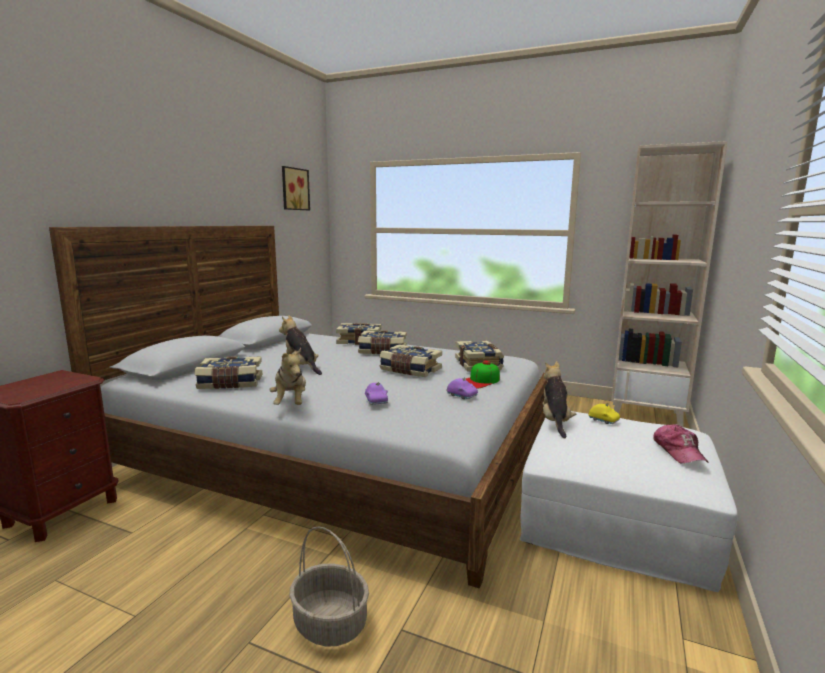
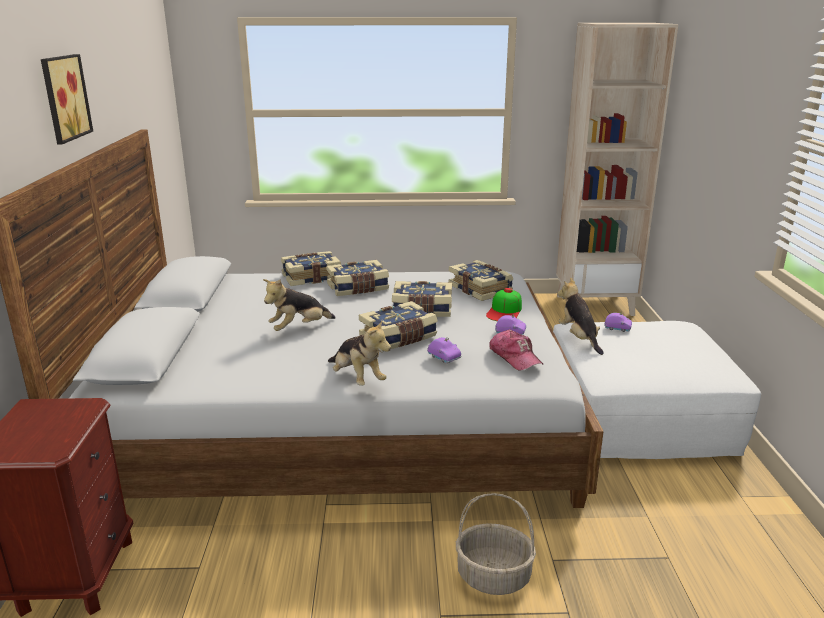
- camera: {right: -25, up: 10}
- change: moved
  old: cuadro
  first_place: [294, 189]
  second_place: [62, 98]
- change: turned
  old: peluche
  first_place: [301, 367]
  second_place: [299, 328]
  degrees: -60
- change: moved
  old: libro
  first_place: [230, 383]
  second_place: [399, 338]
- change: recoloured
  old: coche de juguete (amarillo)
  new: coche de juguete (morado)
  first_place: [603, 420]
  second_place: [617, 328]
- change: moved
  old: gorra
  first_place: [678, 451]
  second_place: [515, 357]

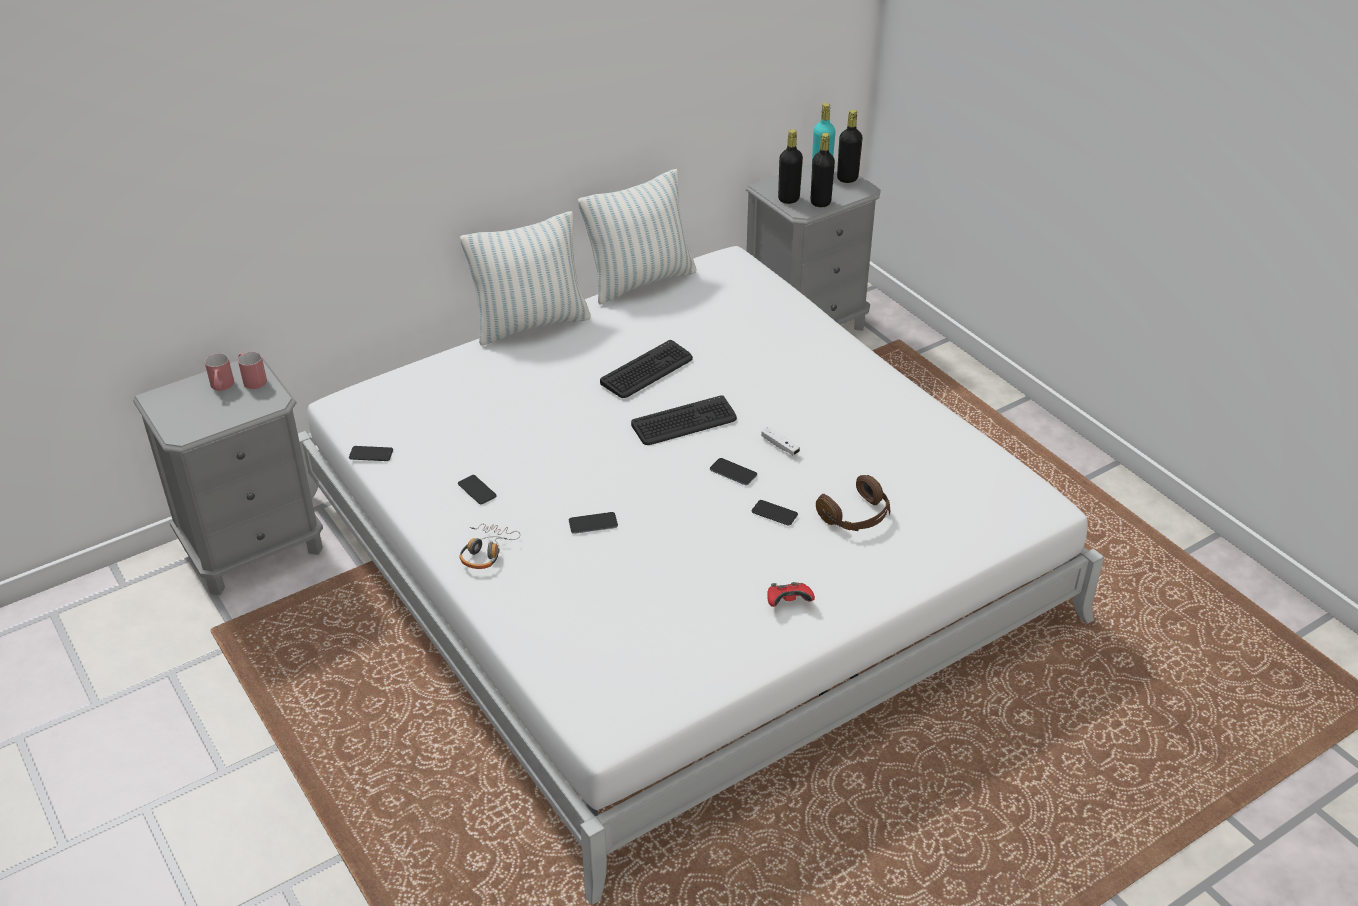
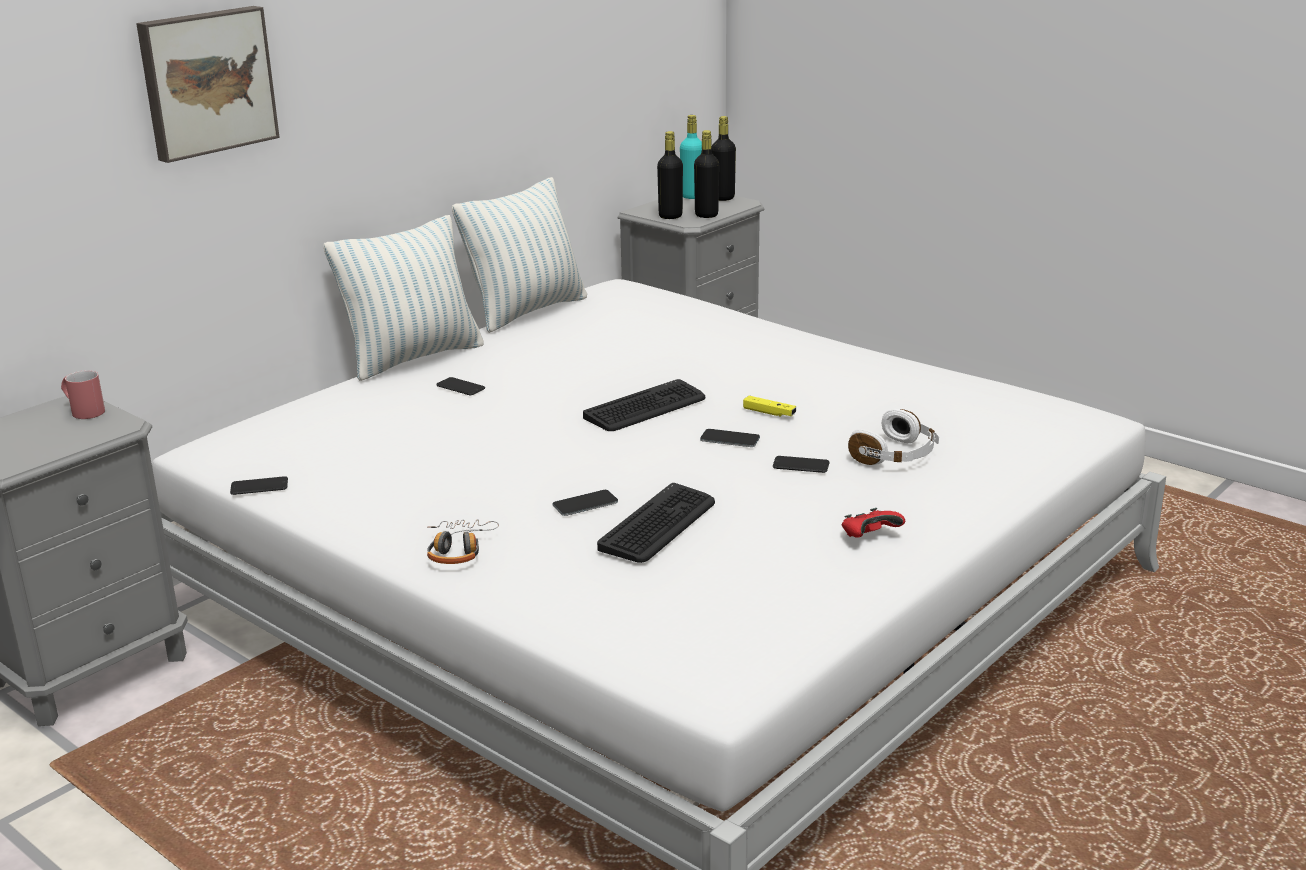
- camera: {right: -15, up: -15}
- change: moved
  old: teclado
  first_place: [647, 371]
  second_place: [658, 525]
- change: removed
  old: taza grande (rojo)
  first_place: [222, 387]
- change: recoloured
  old: mando de consola (blanco)
  new: mando de consola (amarillo)
  first_place: [780, 446]
  second_place: [769, 413]
- change: moved
  old: móvil
  first_place: [477, 490]
  second_place: [460, 387]
- change: recoloured
  old: auriculares (marrón)
  new: auriculares (blanco)
  first_place: [856, 516]
  second_place: [896, 456]
- change: added
  new: cuadro
  second_place: [206, 82]

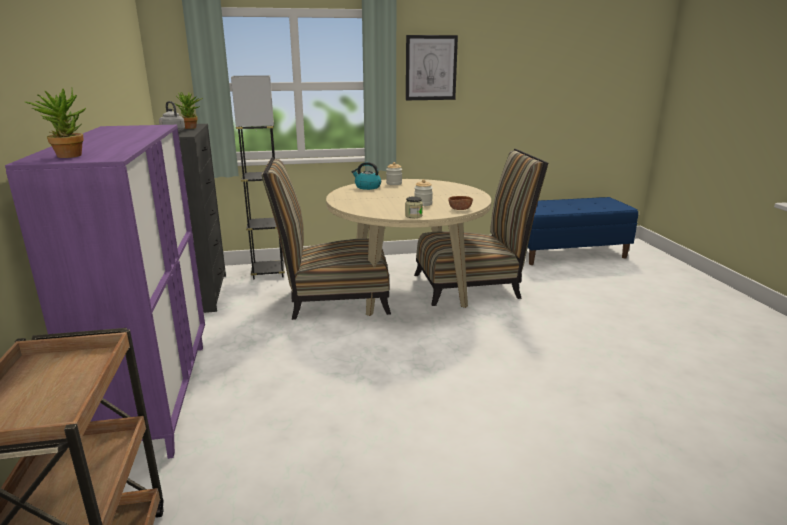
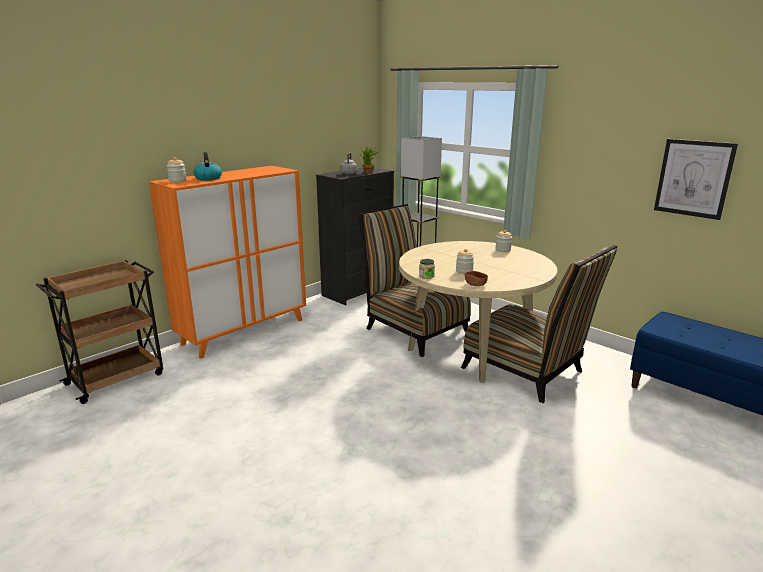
- camera: {right: 55, up: 0}
- change: moved
  old: cuadro
  first_place: [431, 68]
  second_place: [693, 178]
- change: replaced
  old: planta en maceta
  new: tarro
  first_place: [67, 155]
  second_place: [177, 181]
- change: recoloured
  old: armario (morado)
  new: armario (naranja)
  first_place: [157, 397]
  second_place: [244, 331]
- change: moved
  old: hervidor
  first_place: [367, 187]
  second_place: [208, 178]

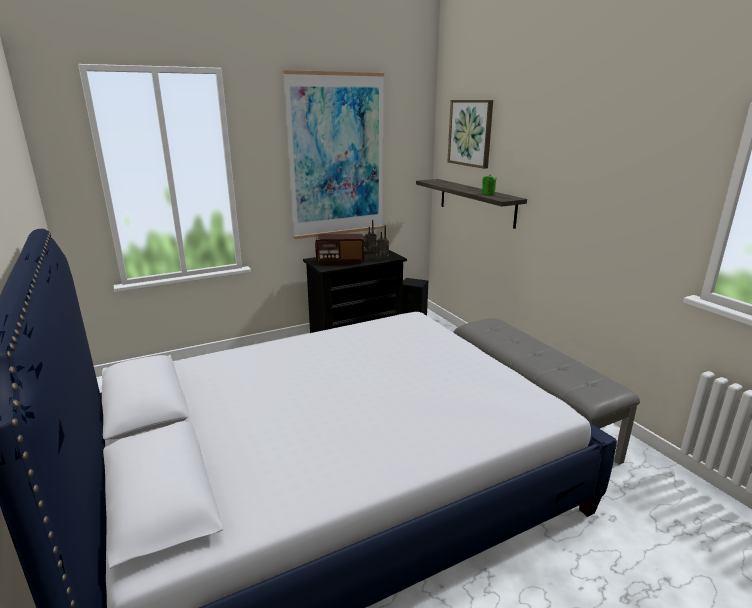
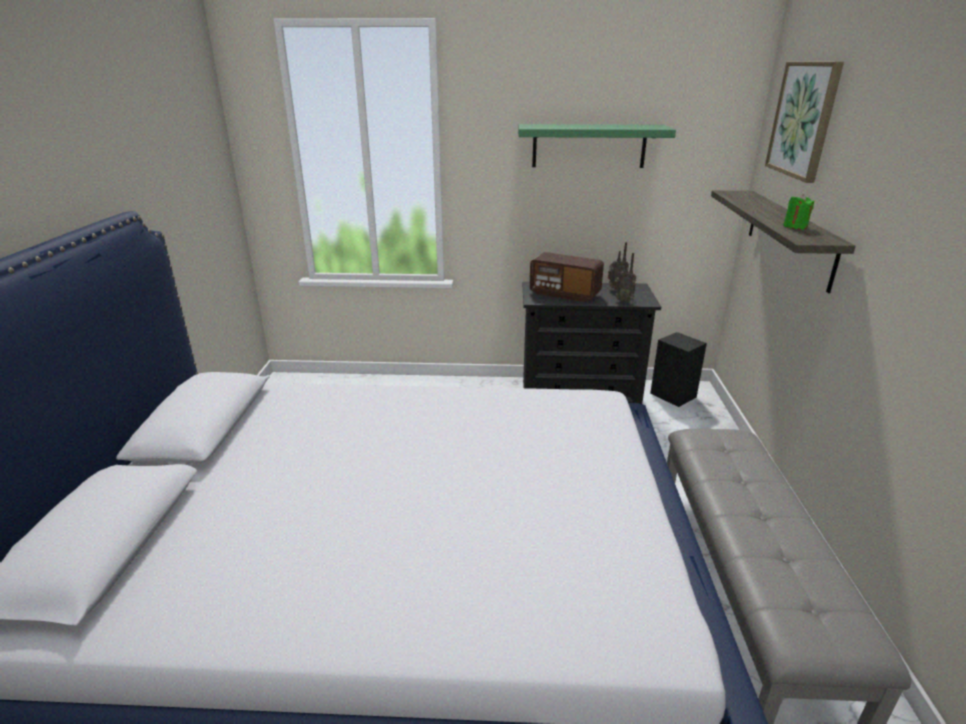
- camera: {right: 30, up: 5}
- change: replaced
  old: cuadro
  new: estante (verde)
  first_place: [337, 157]
  second_place: [589, 146]

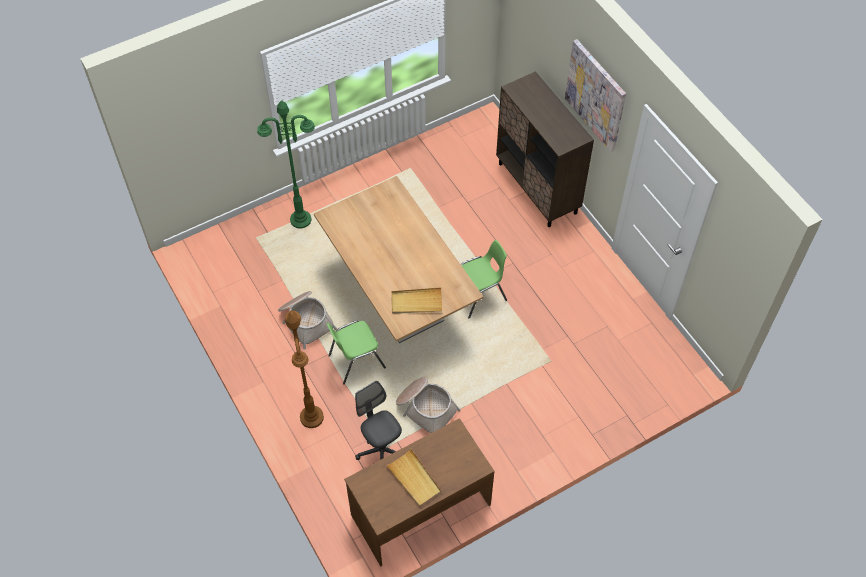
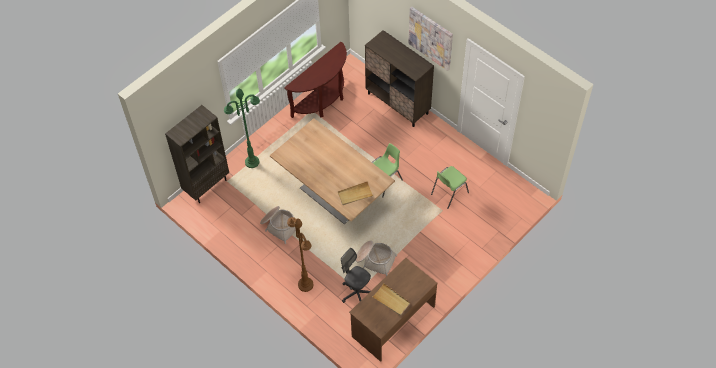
- camera: {right: -15, up: 0}
- change: moved
  old: silla (verde)
  first_place: [356, 361]
  second_place: [449, 193]
- change: added
  new: mesa consola (marrón)
  second_place: [323, 101]
- change: added
  new: estantería (marrón)
  second_place: [207, 186]

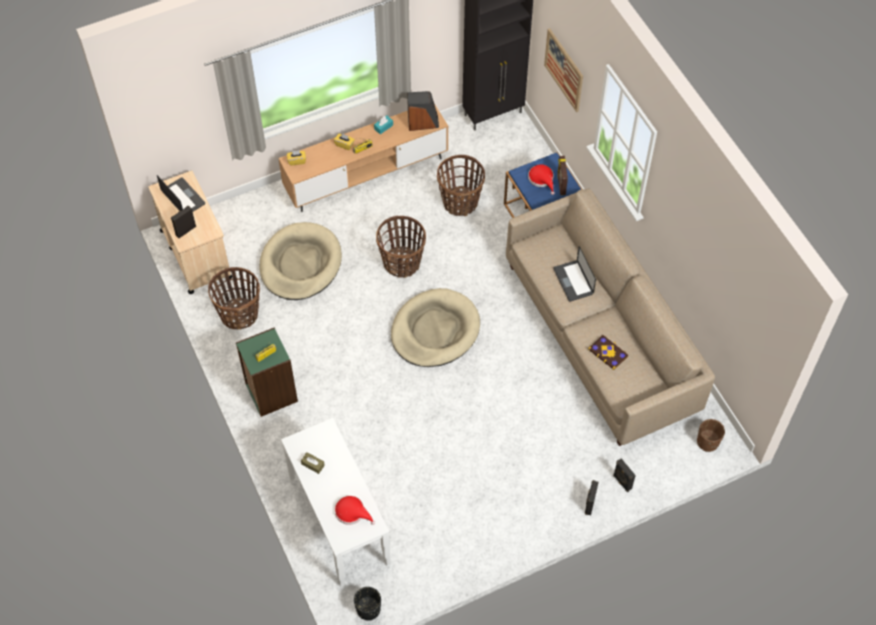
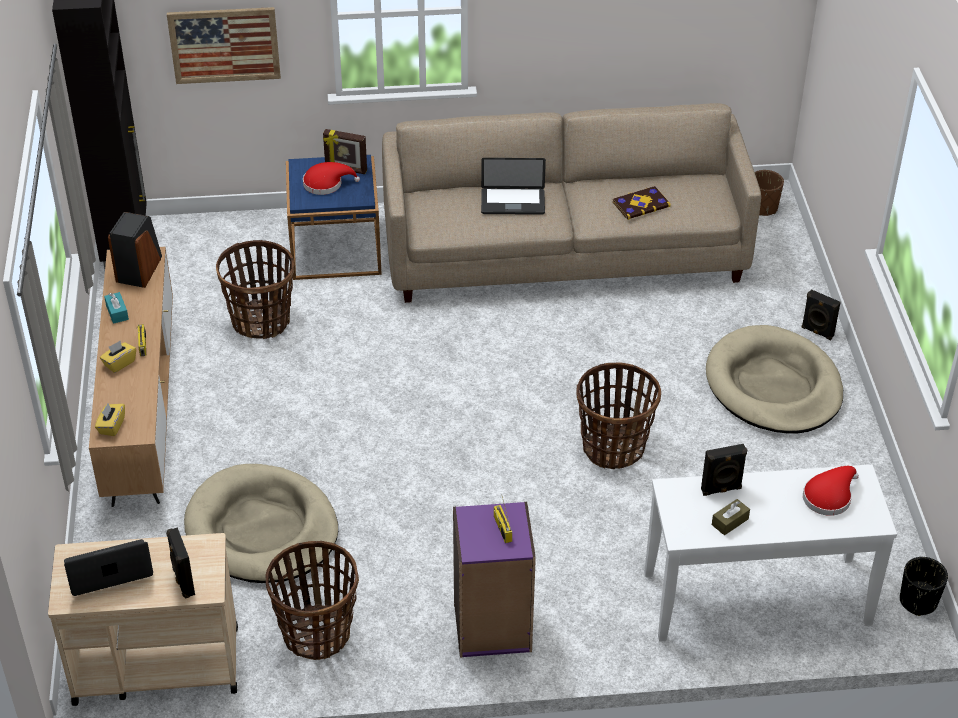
- camera: {right: -70, up: -15}
- change: moved
  old: cesta
  first_place: [402, 263]
  second_place: [613, 448]
- change: moved
  old: cama para perro (beis)
  first_place: [435, 330]
  second_place: [773, 386]
- change: recoloured
  old: estantería (verde)
  new: estantería (morado)
  first_place: [271, 393]
  second_place: [492, 627]
- change: moved
  old: altavoz (negro)
  first_place: [621, 482]
  second_place: [721, 490]

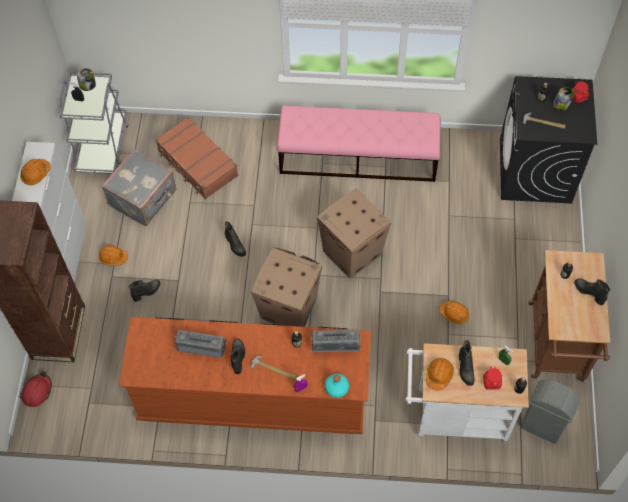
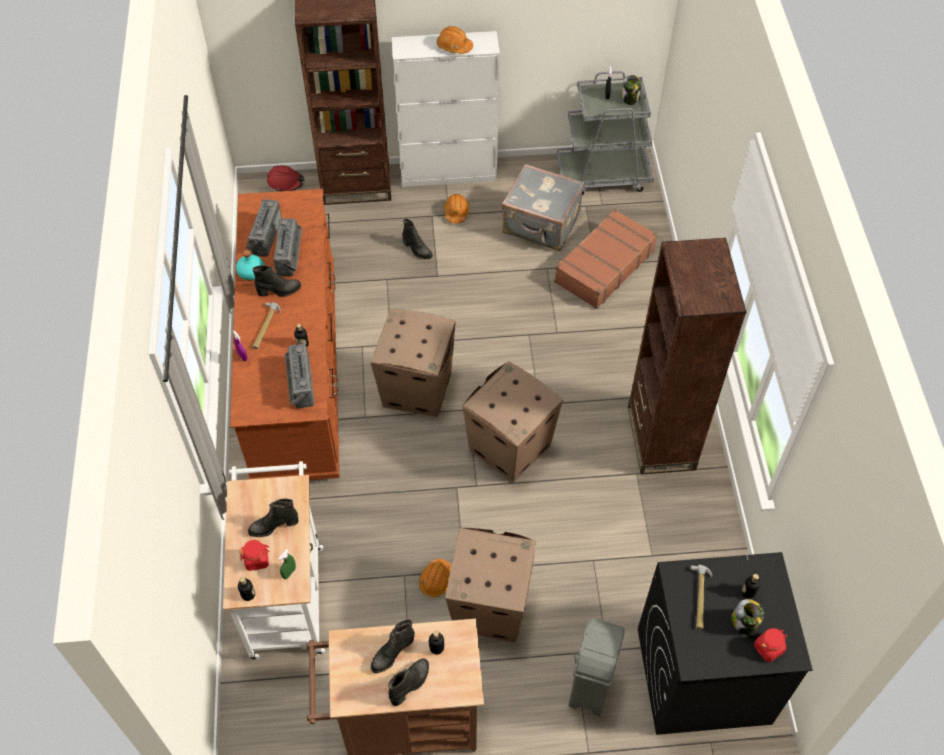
- camera: {right: 80, up: -5}
- change: replaced
  old: banco (rosa)
  new: estantería (marrón)
  first_place: [358, 158]
  second_place: [660, 438]
- change: moved
  old: bota (negro)
  first_place: [235, 246]
  second_place: [392, 653]
- change: removed
  old: casco (naranja)
  first_place: [439, 375]
- change: moved
  old: botella (turquesa)
  first_place: [336, 388]
  second_place: [251, 272]
- change: moved
  old: papelera (gris)
  first_place: [542, 426]
  second_place: [590, 688]
- change: added
  new: radio
  second_place: [264, 236]
- change: added
  new: caja de cartón
  second_place: [488, 607]

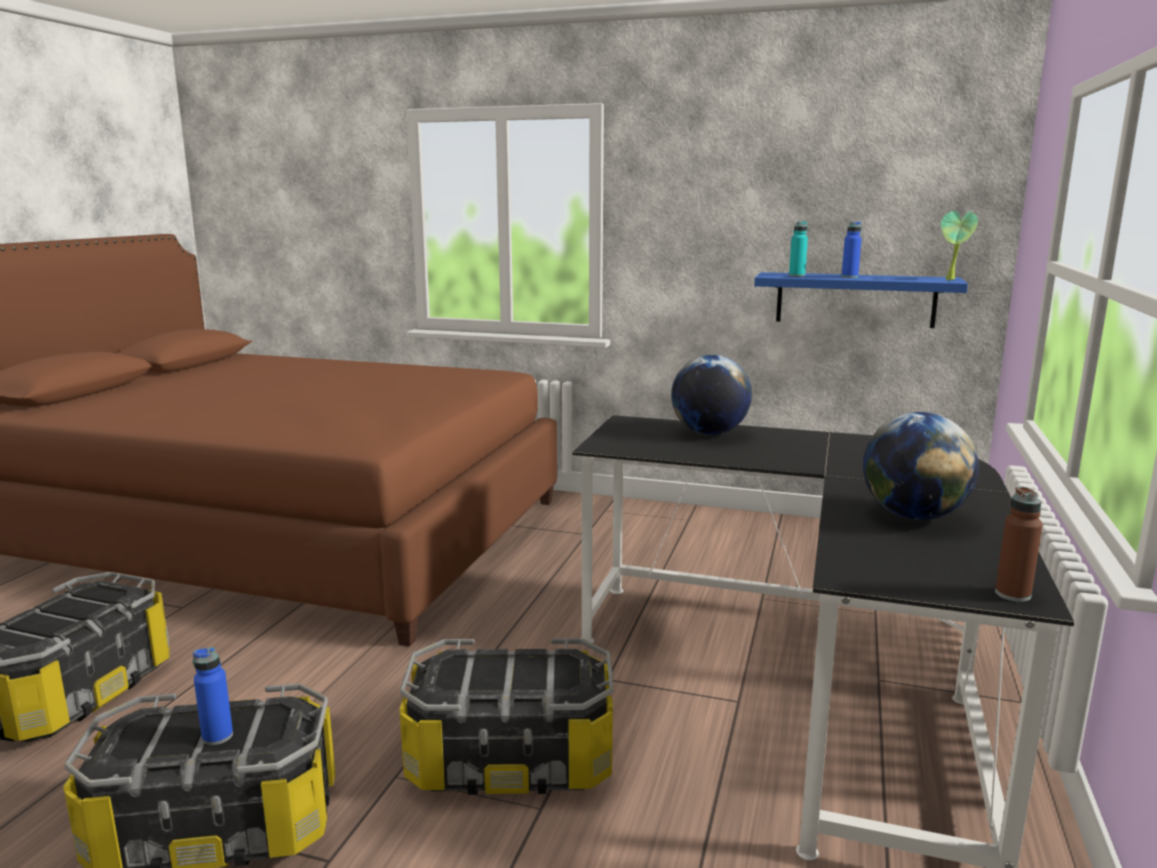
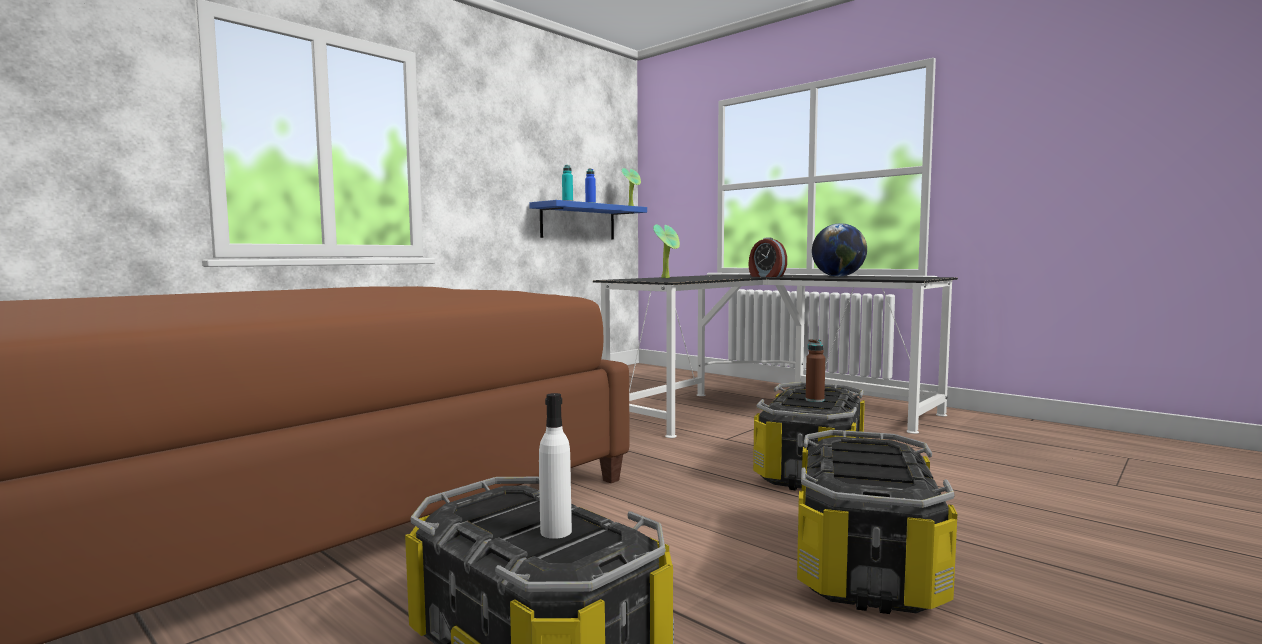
- camera: {right: -65, up: -10}
- change: replaced
  old: globo terráqueo
  new: planta en maceta
  first_place: [709, 433]
  second_place: [667, 278]
- change: moved
  old: botella (marrón)
  first_place: [1012, 594]
  second_place: [814, 400]
- change: removed
  old: botella (azul)
  first_place: [217, 736]
- change: added
  new: despertador
  second_place: [766, 276]
- change: added
  new: botella (blanco)
  second_place: [556, 531]

